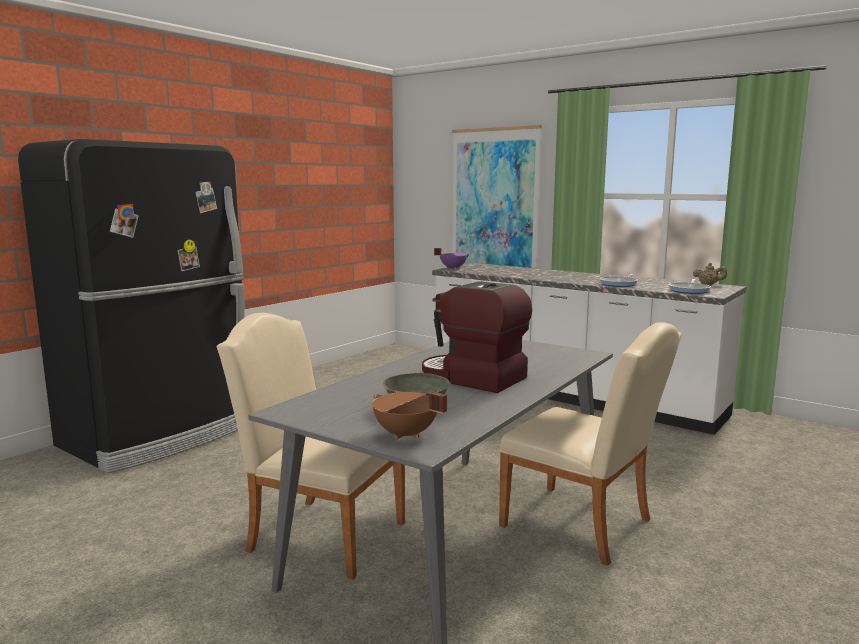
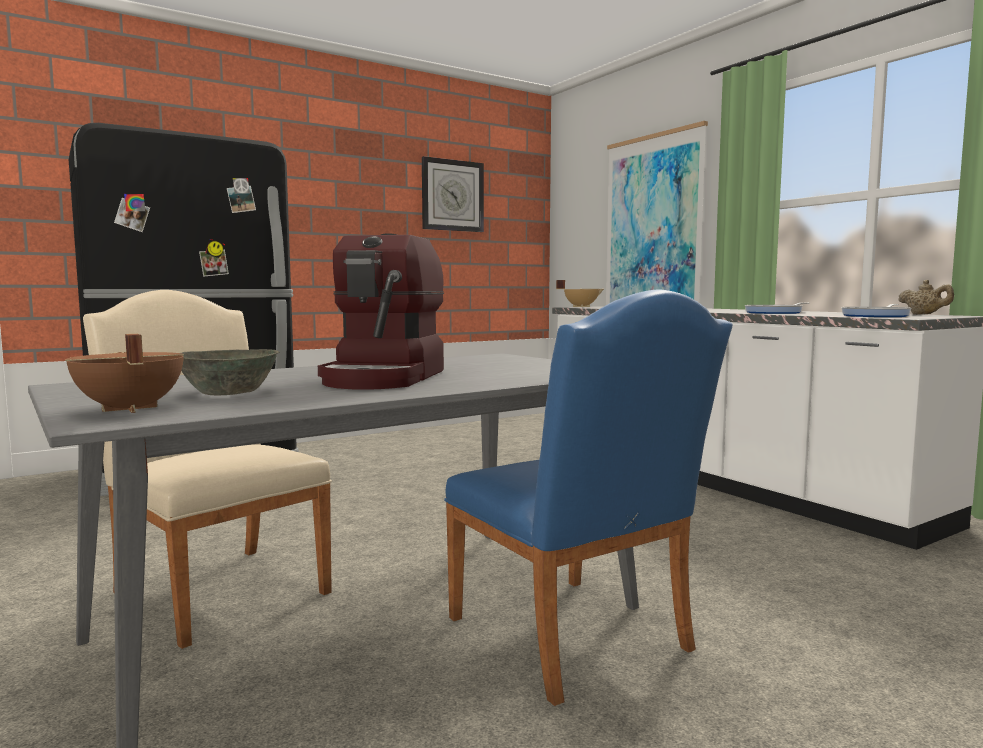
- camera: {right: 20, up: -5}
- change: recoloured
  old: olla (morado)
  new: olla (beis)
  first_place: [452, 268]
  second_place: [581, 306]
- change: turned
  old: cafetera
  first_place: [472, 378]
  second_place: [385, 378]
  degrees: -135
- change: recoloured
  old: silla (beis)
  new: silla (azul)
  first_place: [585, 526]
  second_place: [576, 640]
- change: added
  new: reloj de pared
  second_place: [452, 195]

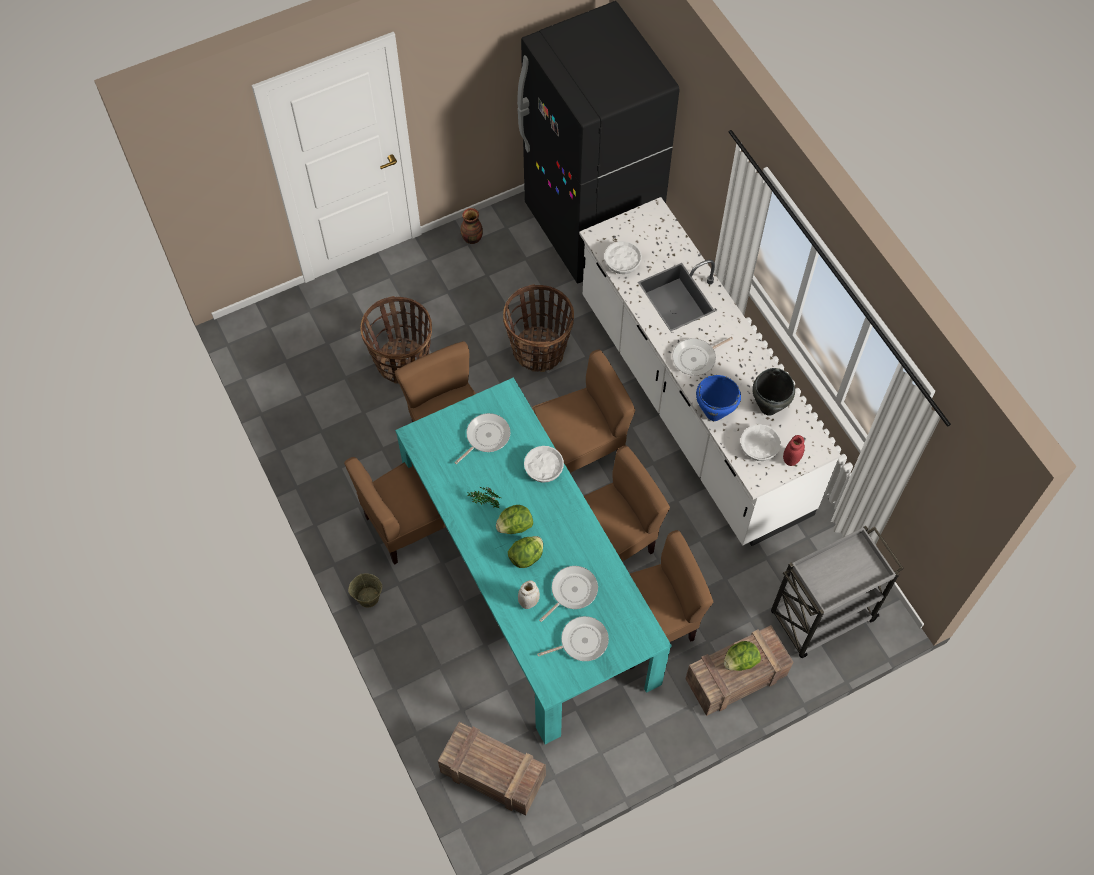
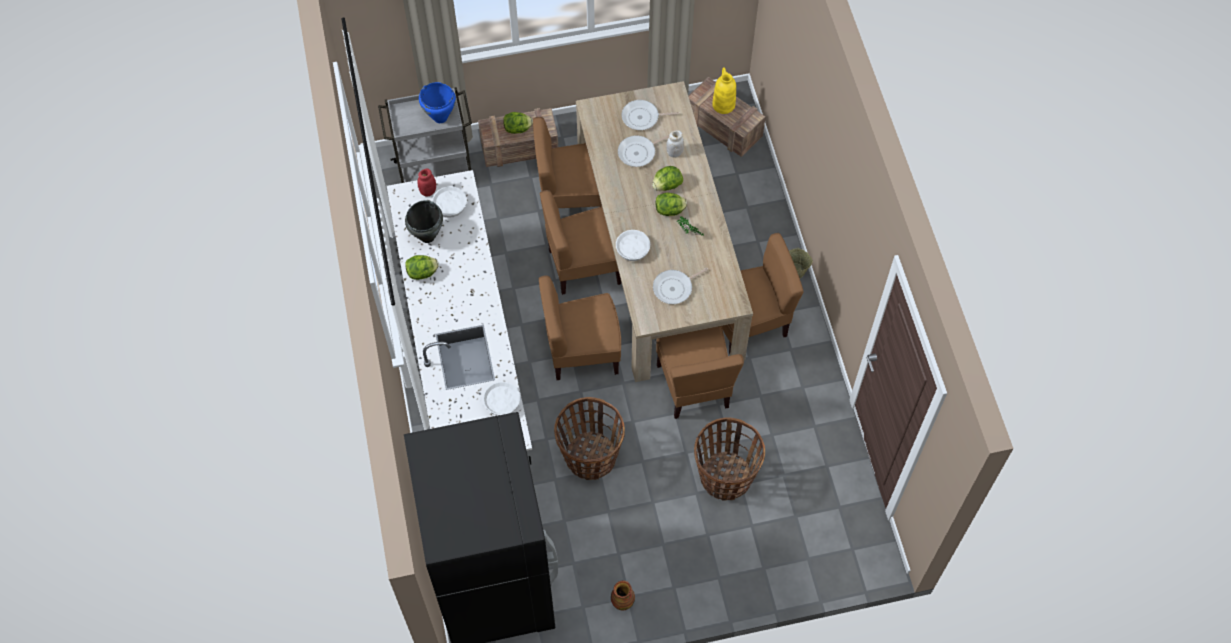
- camera: {right: -165, up: 0}
- change: removed
  old: sartén
  first_place: [696, 358]
- change: moved
  old: olla (azul)
  first_place: [714, 413]
  second_place: [440, 118]
- change: recoloured
  old: mesa de comedor (turquesa)
  new: mesa de comedor (beis)
  first_place: [529, 579]
  second_place: [658, 254]
- change: added
  new: florero (amarillo)
  second_place: [723, 104]
- change: added
  new: lechuga
  second_place: [422, 273]

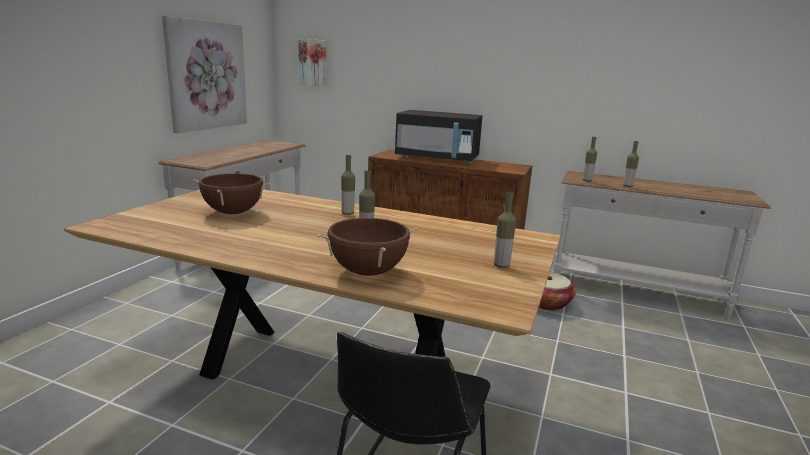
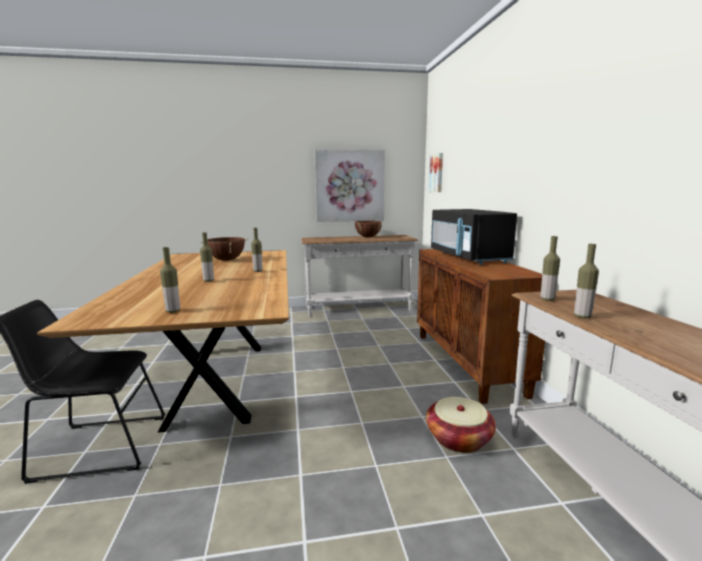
- camera: {right: 60, up: -5}
- change: moved
  old: olla (marrón)
  first_place: [368, 272]
  second_place: [368, 237]

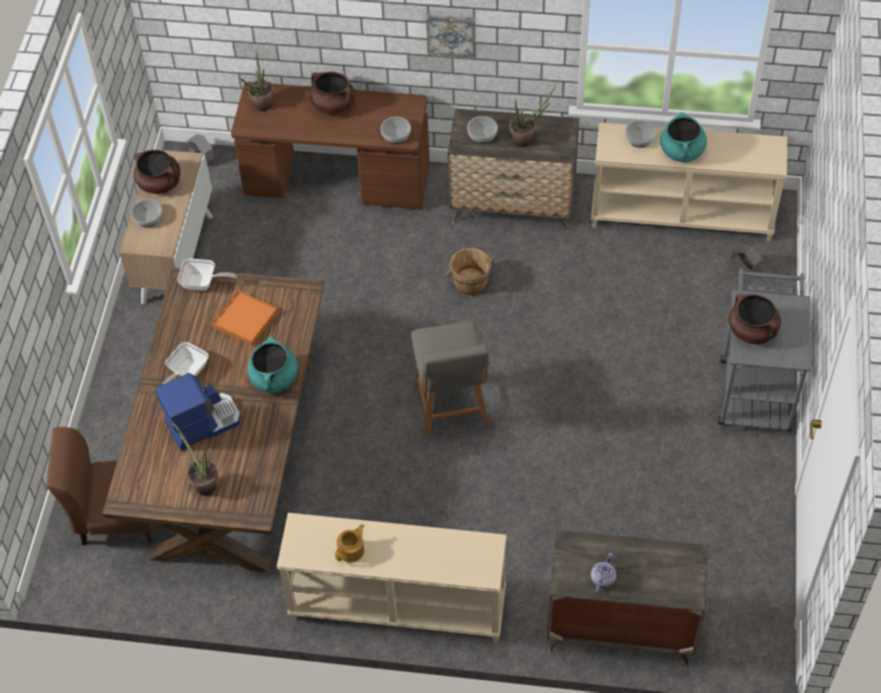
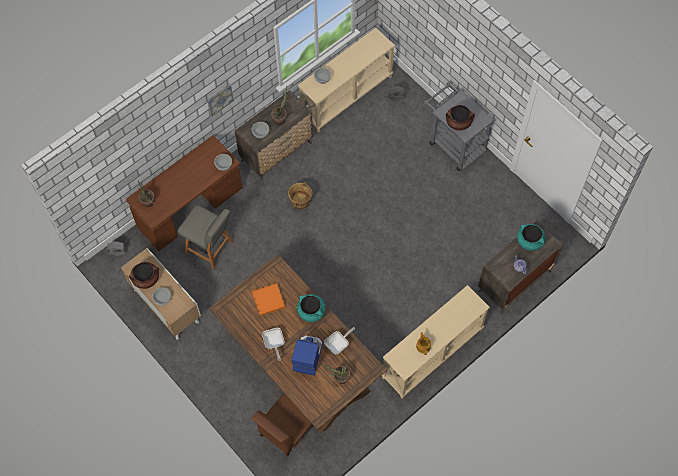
- camera: {right: -50, up: 10}
- change: removed
  old: olla (marrón)
  first_place: [333, 105]
- change: moved
  old: olla (turquesa)
  first_place: [682, 152]
  second_place: [530, 241]
- change: moved
  old: sartén
  first_place: [203, 283]
  second_place: [338, 344]
- change: moved
  old: silla (gris)
  first_place: [451, 408]
  second_place: [210, 248]

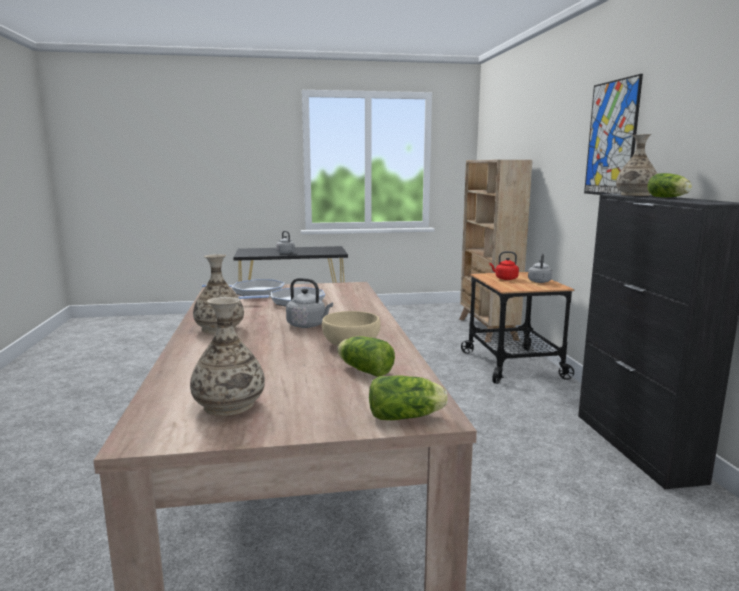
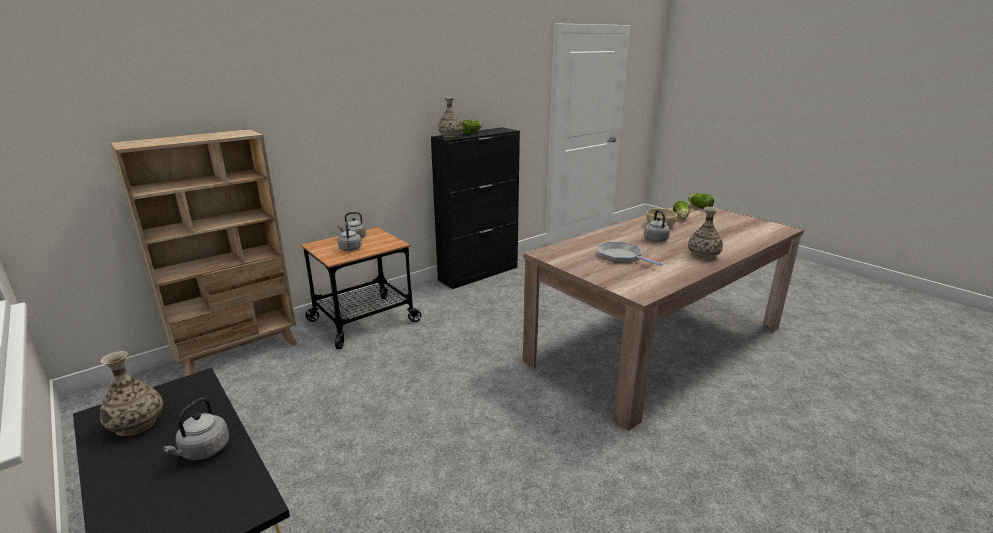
- camera: {right: -120, up: 10}
- change: removed
  old: cuadro
  first_place: [611, 139]
- change: recoloured
  old: hervidor (rojo)
  new: hervidor (gris)
  first_place: [505, 278]
  second_place: [350, 249]
- change: removed
  old: sartén
  first_place: [254, 292]
- change: moved
  old: florero
  first_place: [229, 405]
  second_place: [136, 423]

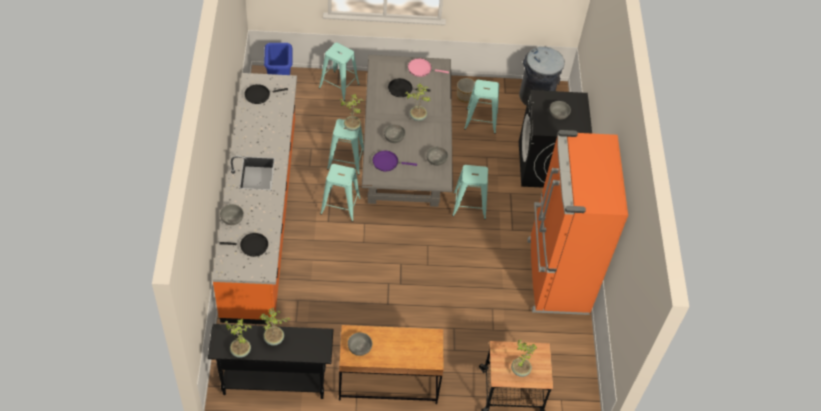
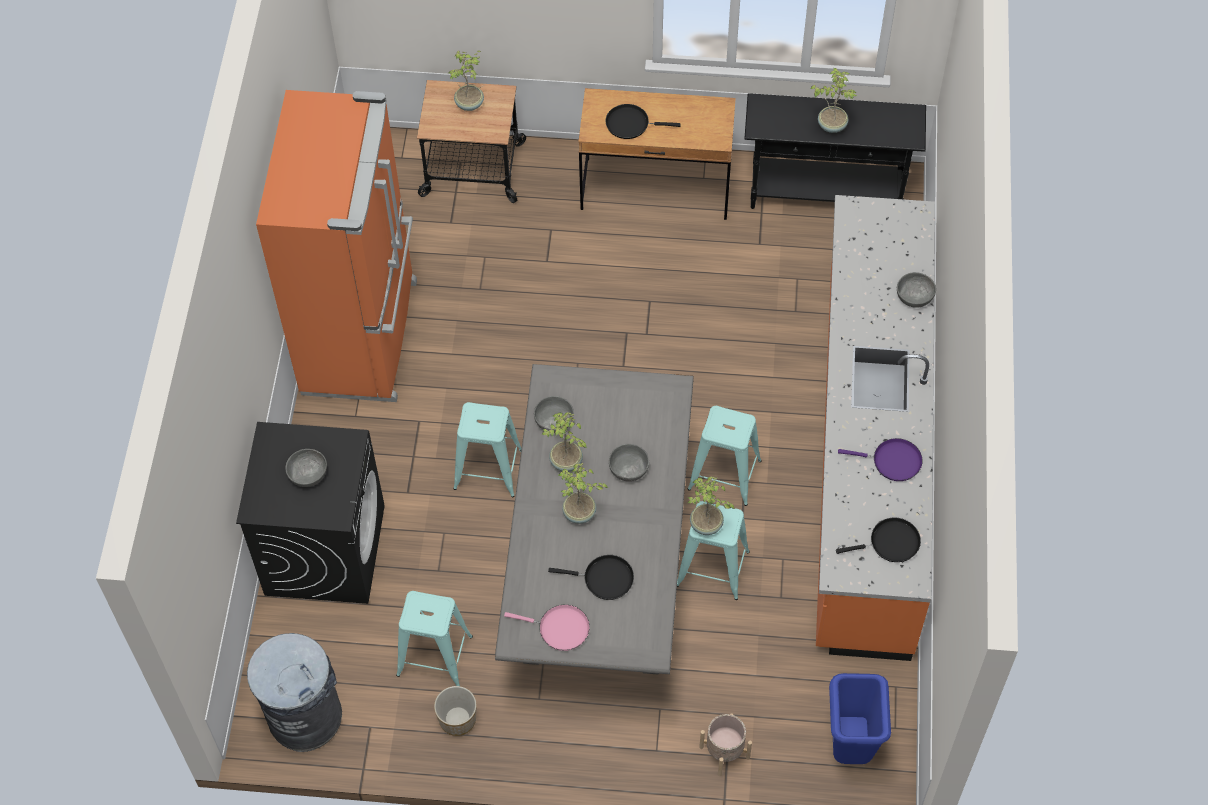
- camera: {right: -170, up: 5}
- change: replaced
  old: taburete (turquesa)
  new: maceta (beis)
  first_place: [339, 86]
  second_place: [724, 752]
- change: moved
  old: sartén (morado)
  first_place: [387, 162]
  second_place: [893, 461]
- change: moved
  old: sartén (negro)
  first_place: [251, 246]
  second_place: [631, 124]
- change: moved
  old: planta en maceta
  first_place: [241, 350]
  second_place: [565, 462]
- change: removed
  old: cuenco (gris)
  first_place: [359, 347]

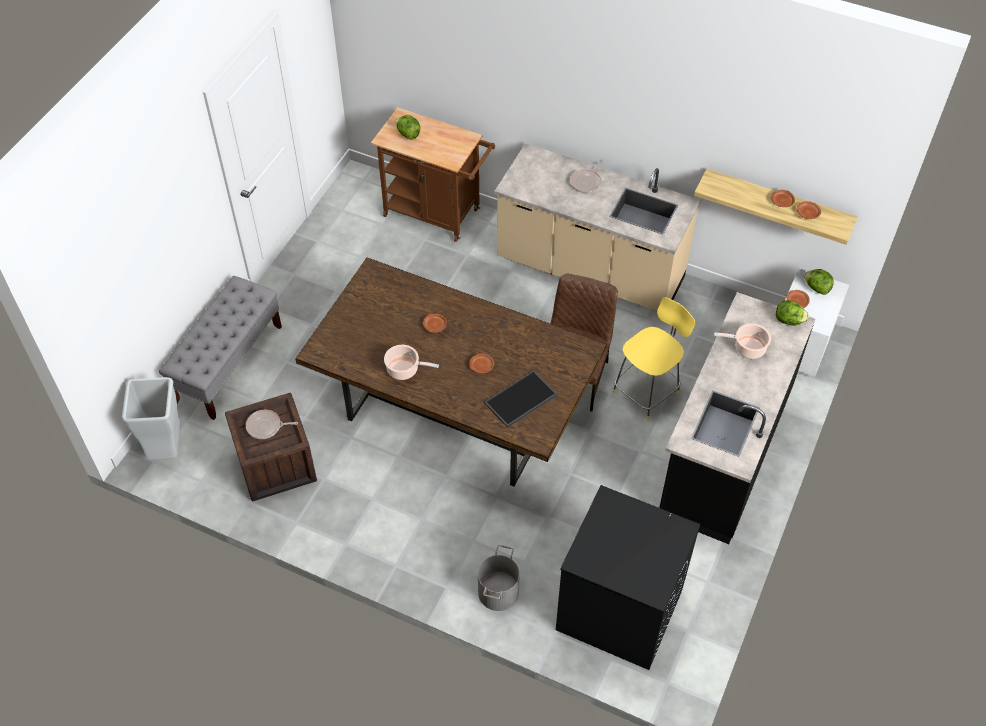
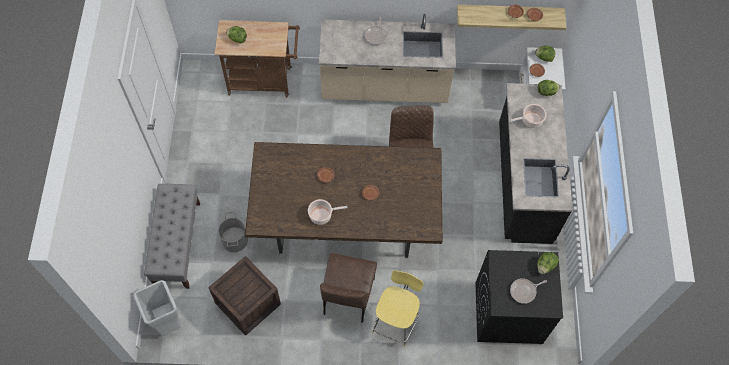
- camera: {right: -25, up: 10}
- change: moved
  old: taburete (amarillo)
  first_place: [647, 391]
  second_place: [395, 322]
- change: removed
  old: bandeja
  first_place: [520, 400]
- change: moved
  old: sartén
  first_place: [266, 426]
  second_place: [524, 291]
- change: moved
  old: cubo (gris)
  first_place: [497, 592]
  second_place: [234, 240]
- change: added
  new: lechuga
  second_place: [545, 266]
- change: added
  new: silla (marrón)
  second_place: [347, 297]

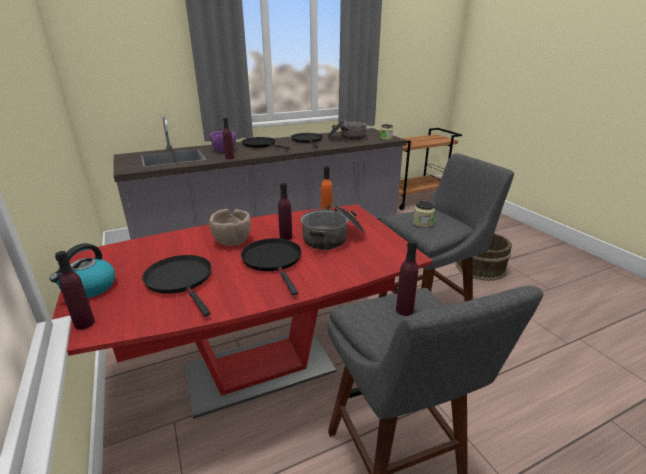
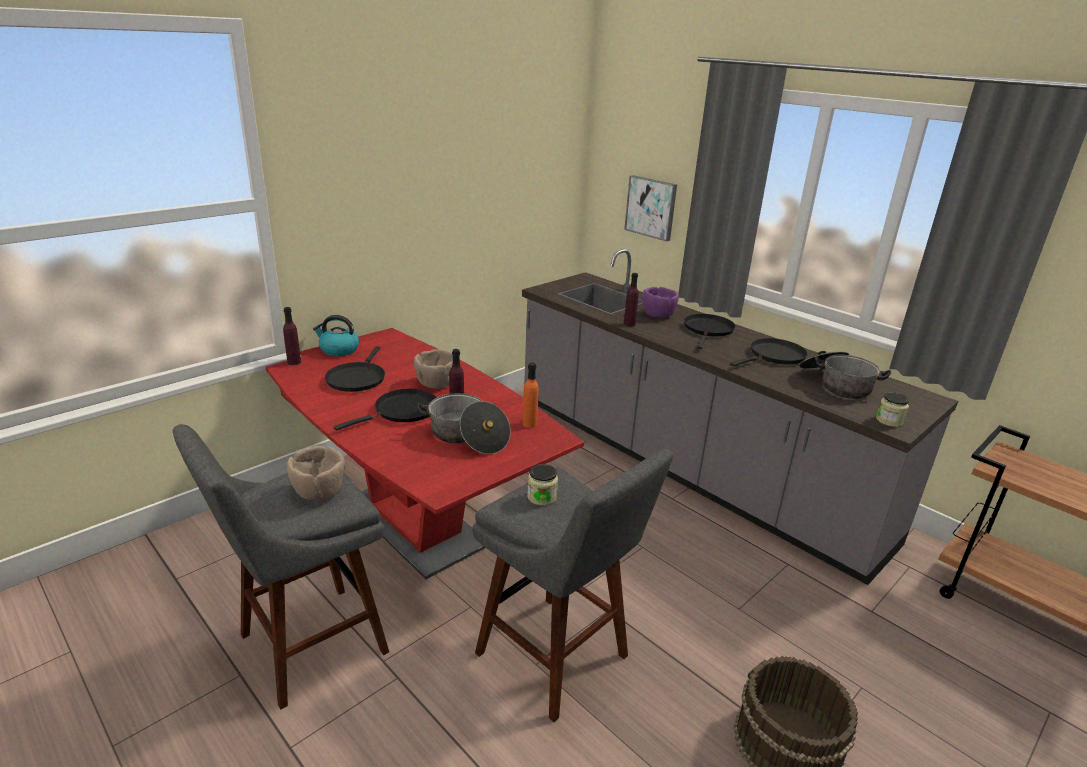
- camera: {right: 70, up: 0}
- change: replaced
  old: botella (morado)
  new: cuenco (marrón)
  first_place: [404, 310]
  second_place: [320, 492]
- change: turned
  old: sartén (negro)
  first_place: [181, 280]
  second_place: [357, 378]
  degrees: 150
- change: added
  new: cuadro
  second_place: [651, 207]

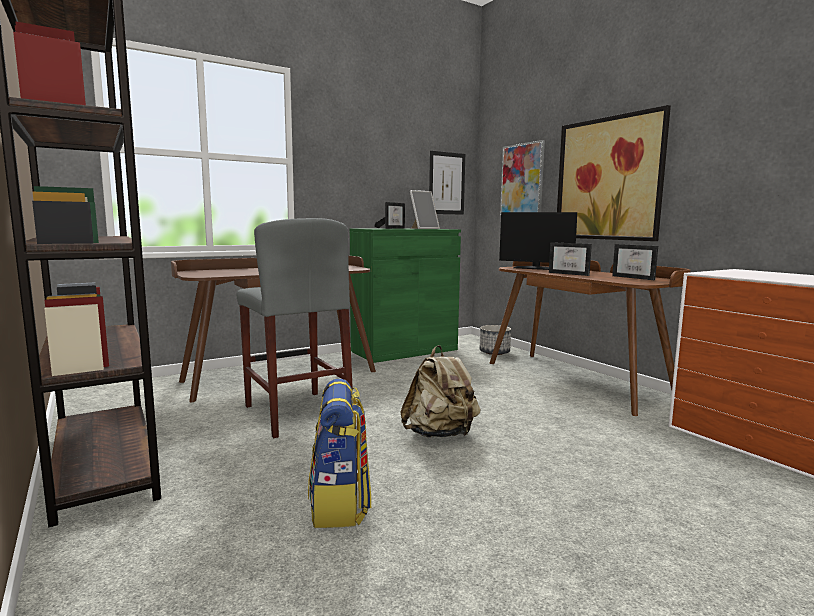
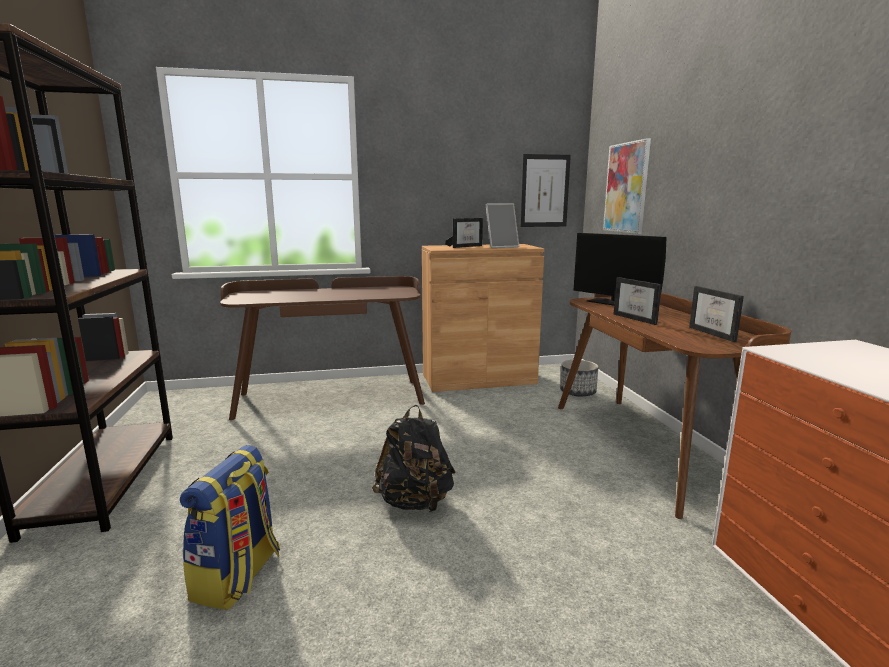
- camera: {right: 20, up: 5}
- change: removed
  old: cuadro
  first_place: [608, 179]
- change: removed
  old: taburete (gris)
  first_place: [297, 413]
- change: recoloured
  old: armario (verde)
  new: armario (marrón)
  first_place: [404, 350]
  second_place: [478, 378]
- change: recoloured
  old: mochila (beis)
  new: mochila (negro)
  first_place: [440, 434]
  second_place: [415, 502]

